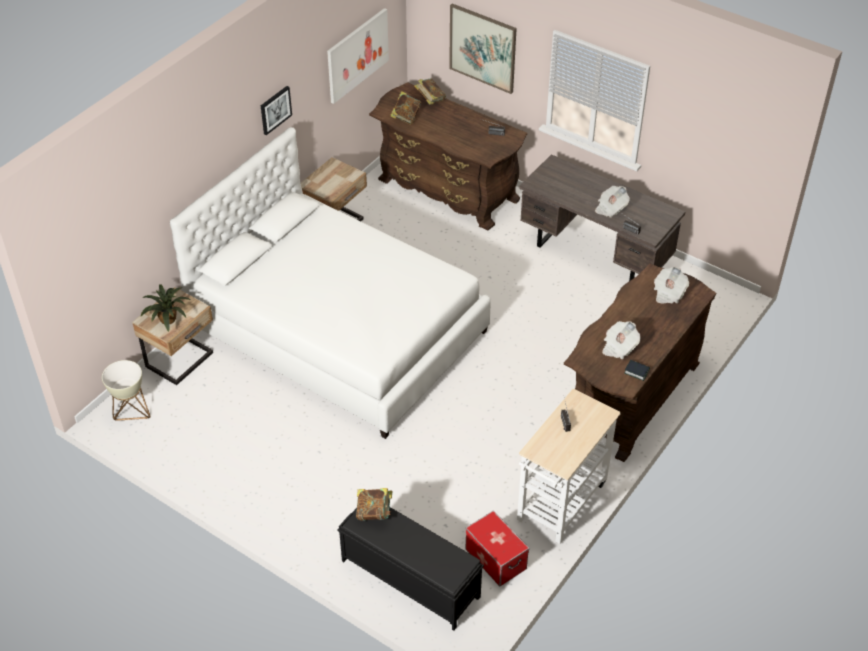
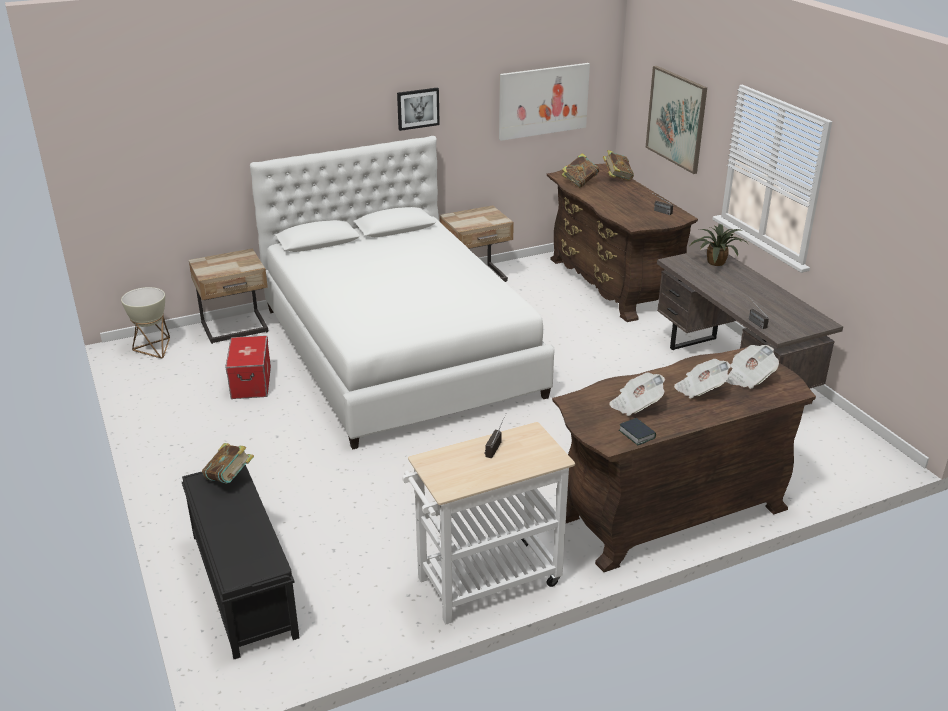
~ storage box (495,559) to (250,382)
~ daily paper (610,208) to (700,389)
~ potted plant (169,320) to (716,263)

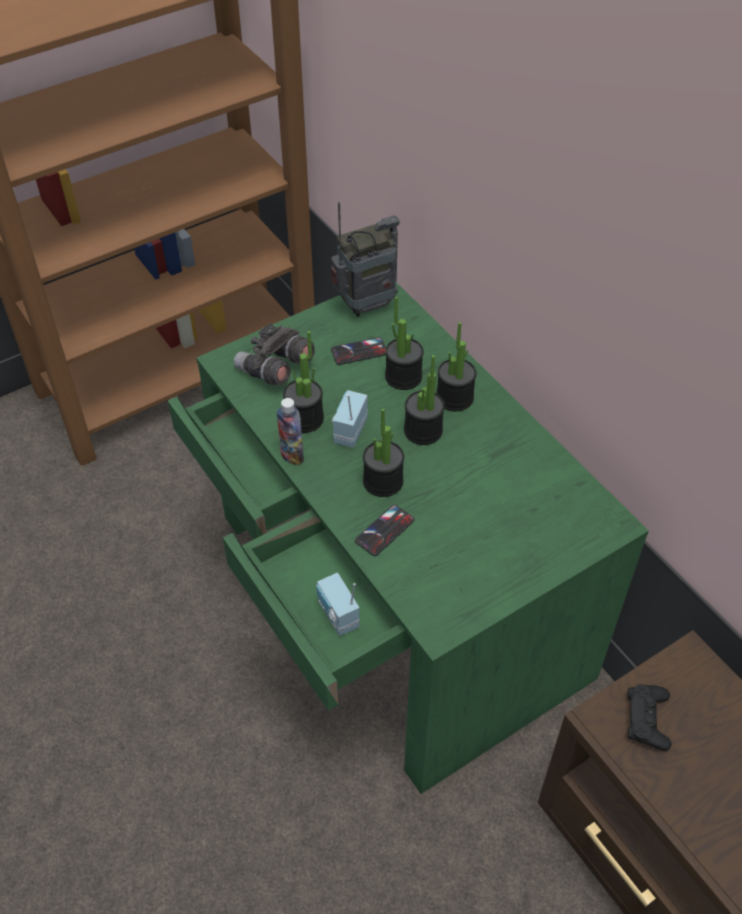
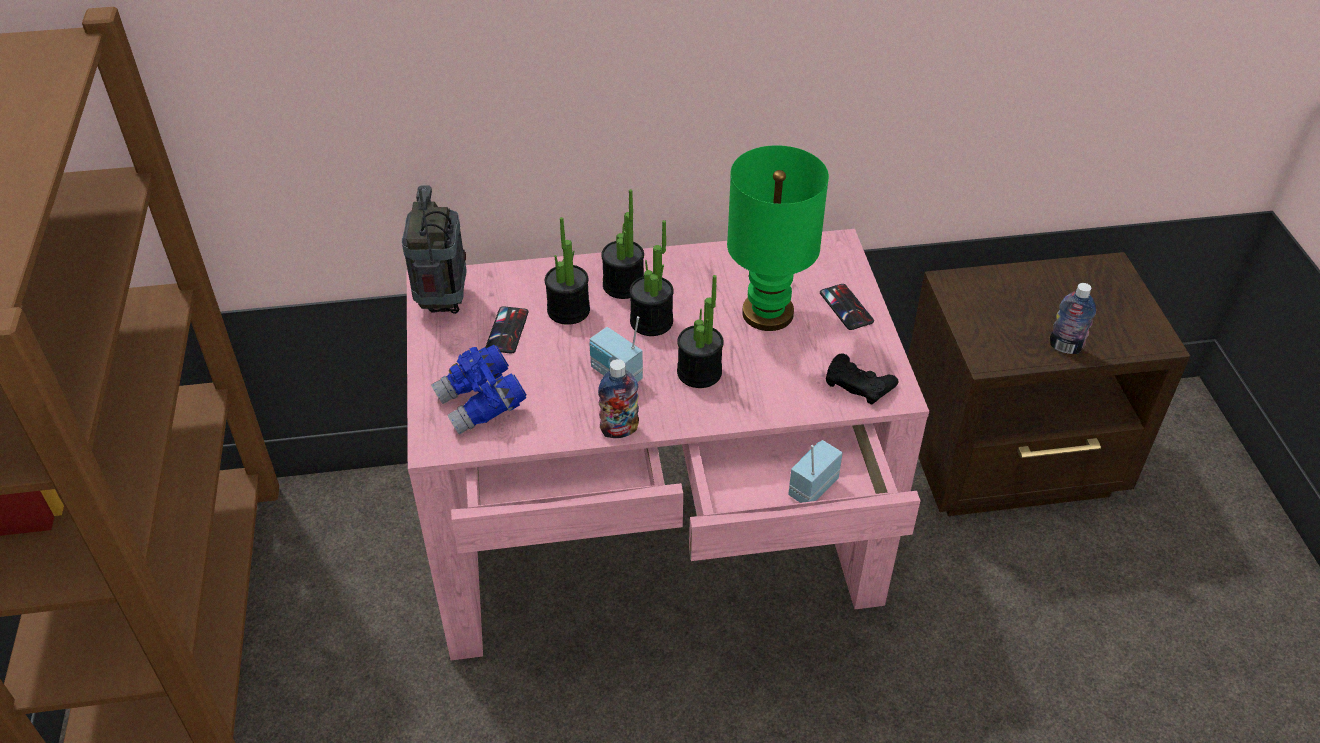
~ green desk (384,607) to pink desk (661,554)
~ grey binoculars (275,369) to blue binoculars (481,405)
+ green lamp for a table (767,312)
~ radio receiver (337,616) = (811,487) 135 degrees clockwise
~ handset (384,530) to (846,307)
~ black-coloured game controller (647,719) to (859,383)
+ beverage bottle (1065,347)
- potted plant (304,419)

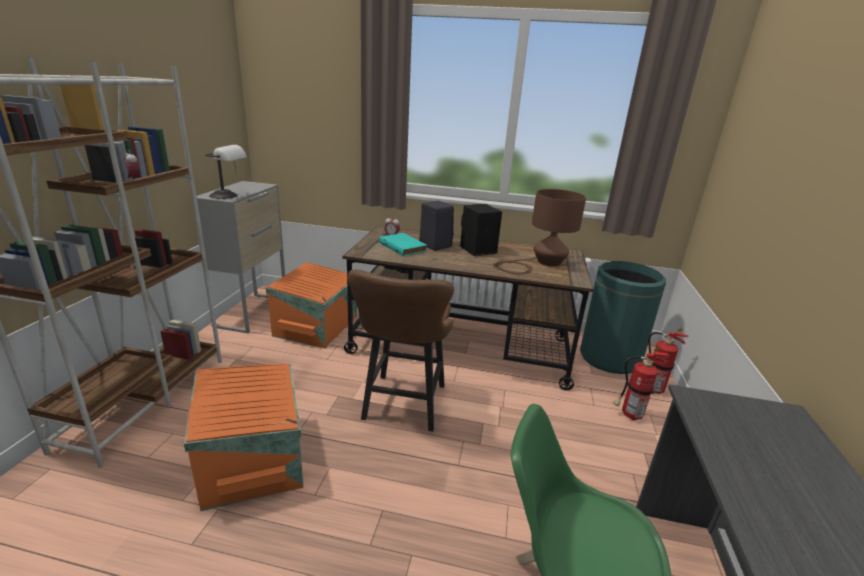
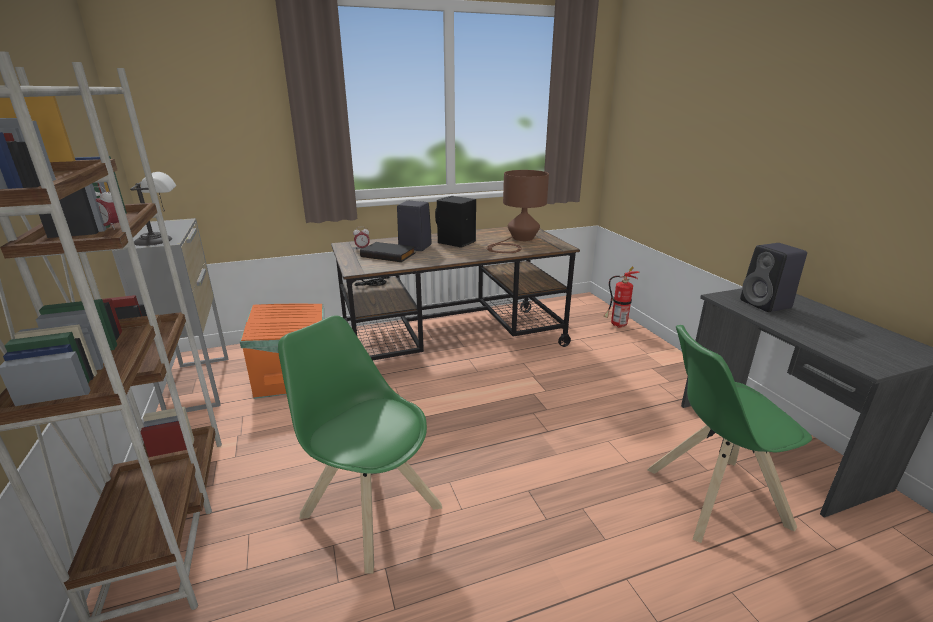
~ orangey storage box (254,456) to green plain chair (368,508)
~ blue-green volume (404,247) to black-coloured volume (389,255)
+ black-coloured loudspeaker (766,304)
- brown-coloured stool seat (402,409)
- green waste bin (609,358)
- fire-fighting cylinder (629,415)

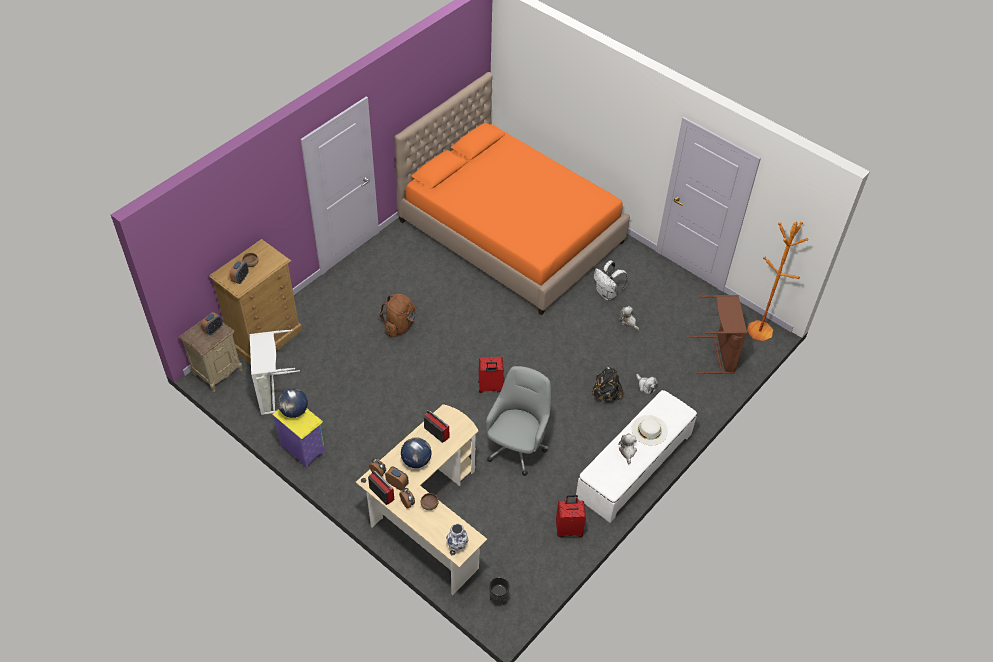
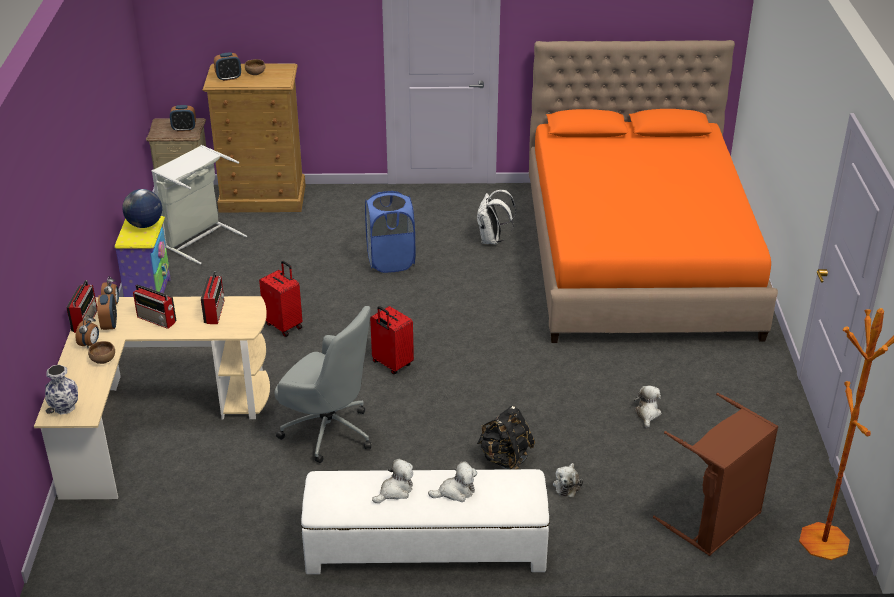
~ globe (416,461) to radio receiver (157,320)
~ red-coloured travel case (569,529) to (284,325)
~ grey computer chair (517,448) = (329,432) 45 degrees clockwise
~ brown-coloured rucksack (399,326) to blue washing basket (391,261)
~ white wearable hat (649,430) to soft toy (455,492)
~ white rucksack (607,294) to (492,240)
- black-coloured flower pot (498,598)

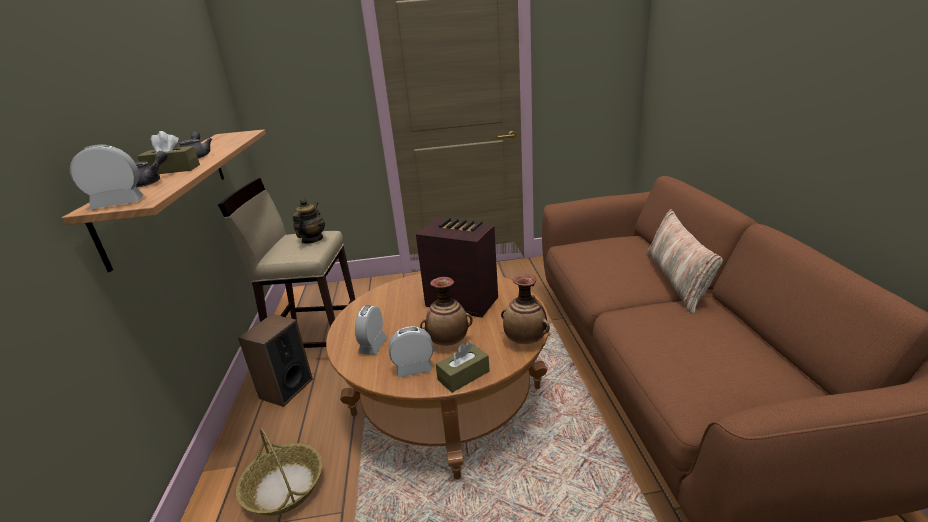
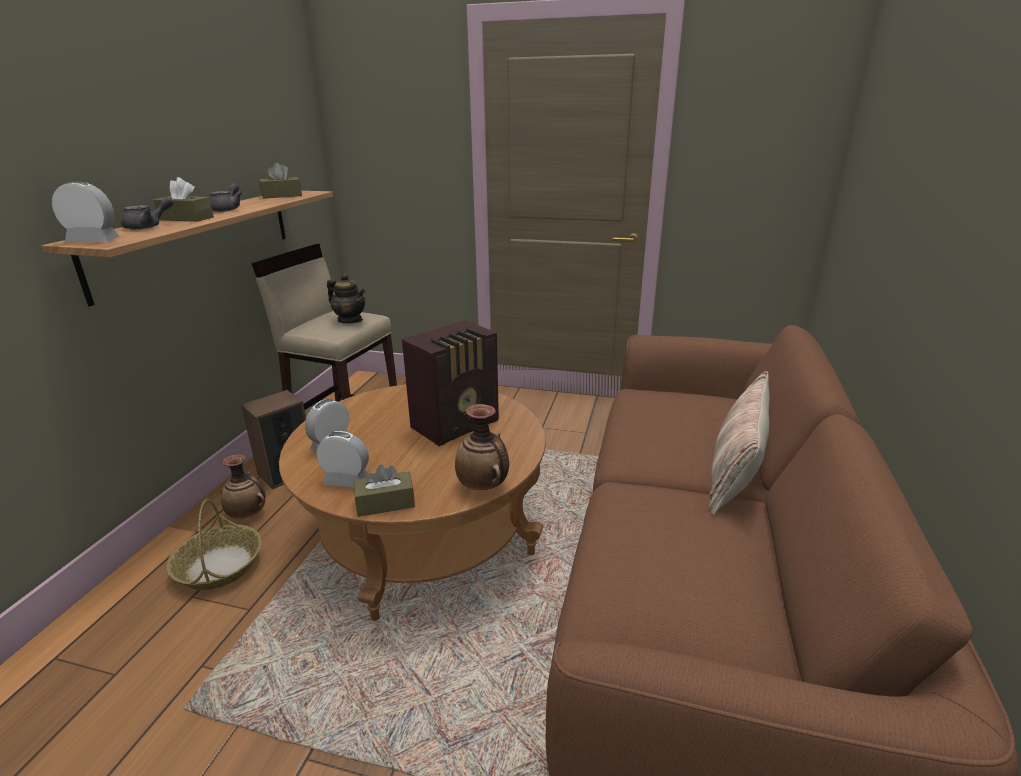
~ decorative vase (448,342) to (248,514)
+ brown-coloured tissue holder (282,196)
~ tea pot (312,240) = (350,320) 90 degrees clockwise
~ radio receiver (461,301) = (457,424) 90 degrees clockwise

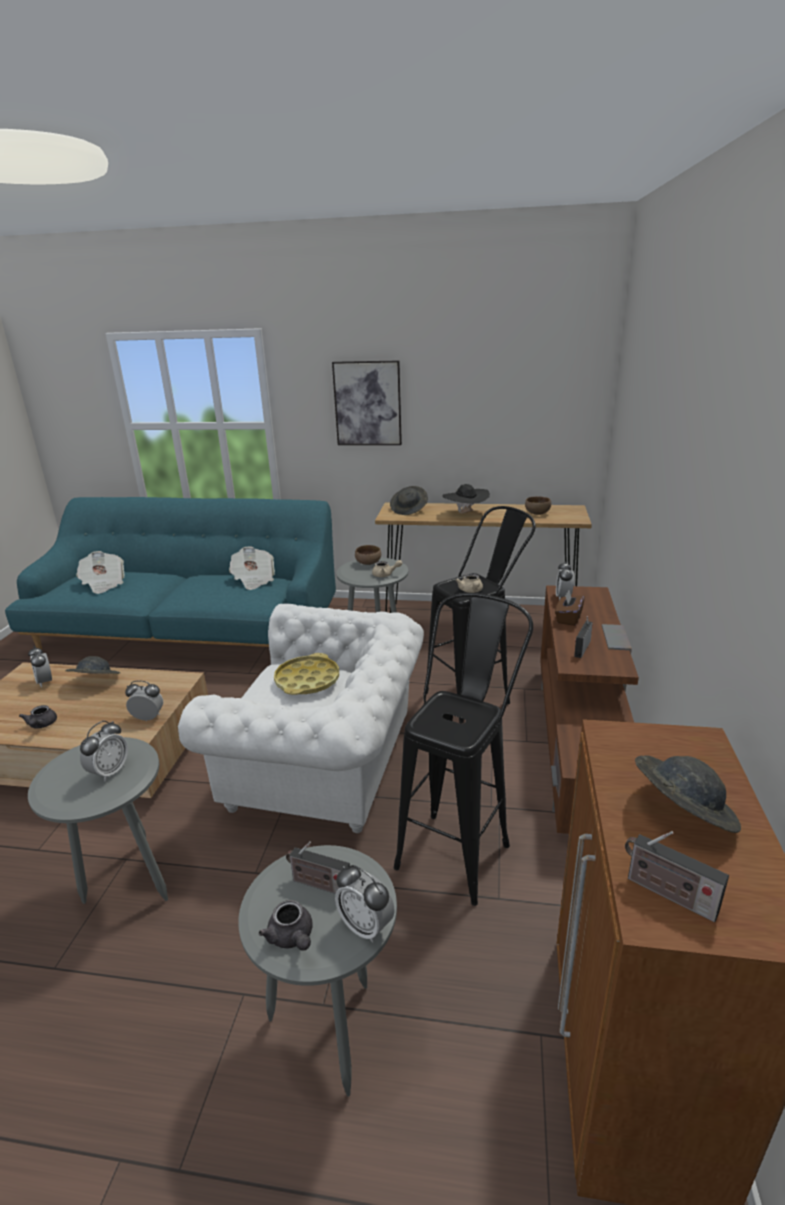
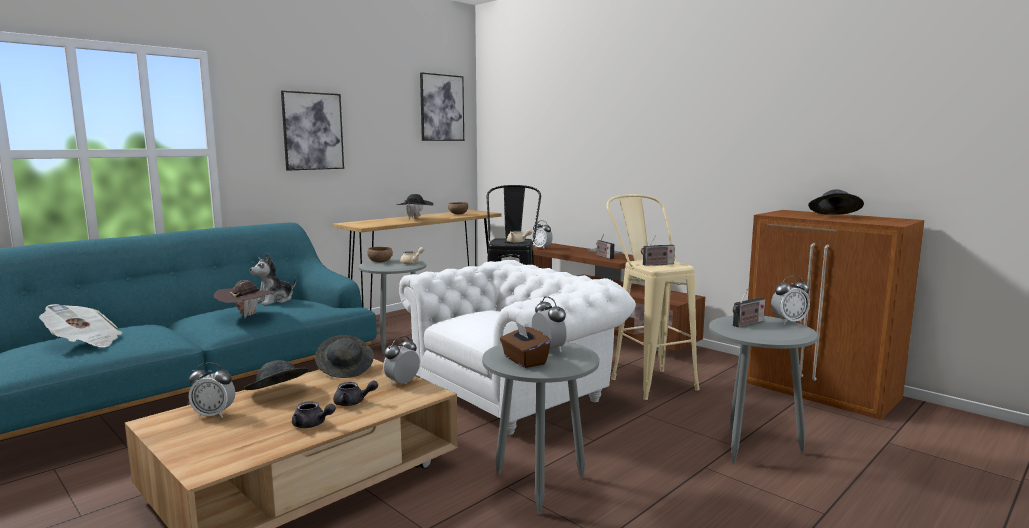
+ brown-coloured wearable hat (246,316)
~ daily paper (253,580) to soft toy (274,300)
~ grey wearable hat (409,510) to (346,369)
~ grey tea pot (292,938) to (353,403)
+ picture (441,108)
~ brown-coloured tissue holder (568,618) to (524,361)
~ black-coloured stool seat (460,844) to beige-coloured stool seat (646,380)
~ radio receiver (666,893) to (657,264)
- yellowish carrying tray (307,680)

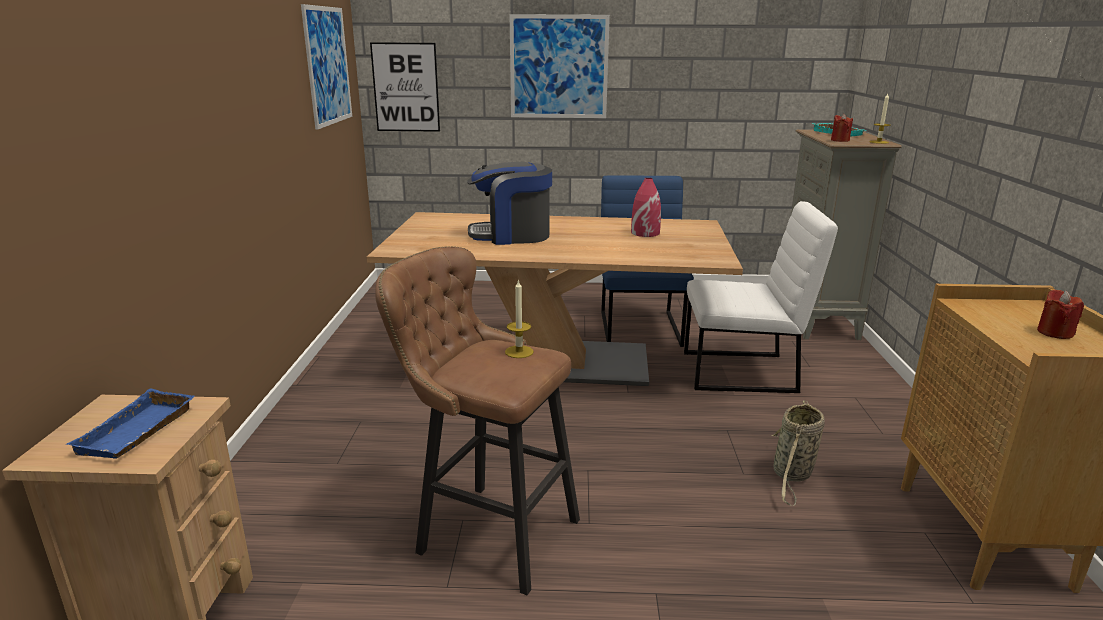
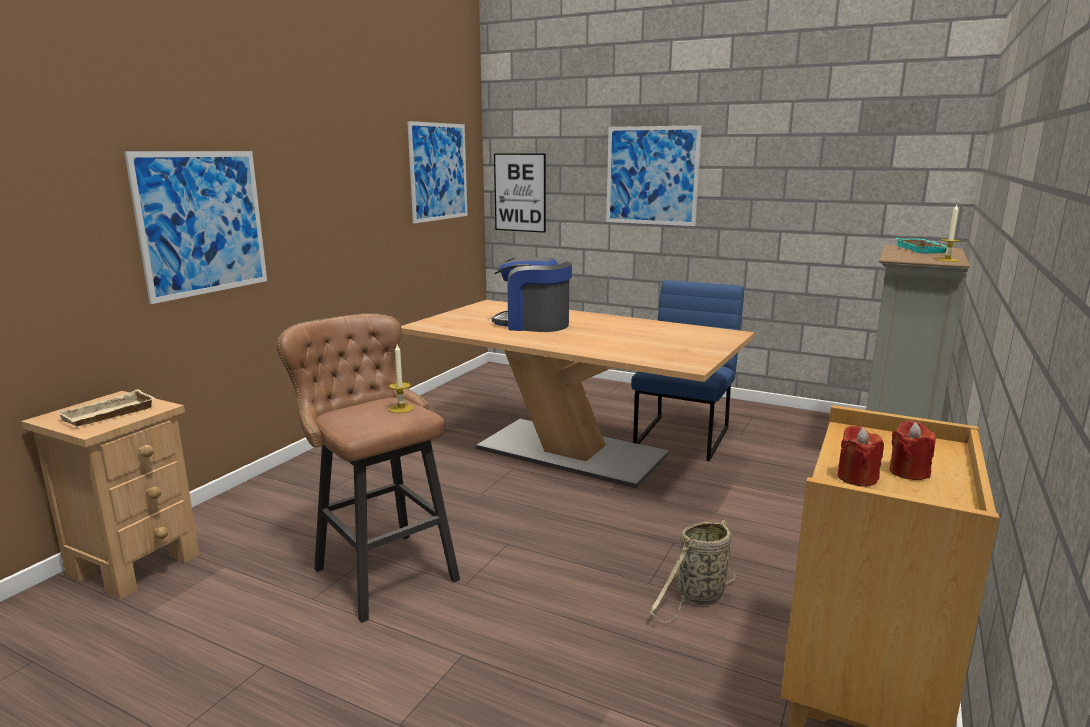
~ blue carrying tray (139,432) to beige-coloured carrying tray (108,415)
+ picture (202,223)
~ red-coloured wax candle (840,140) to (857,478)
- red-coloured decorative vase (645,233)
- white plain chair (743,372)

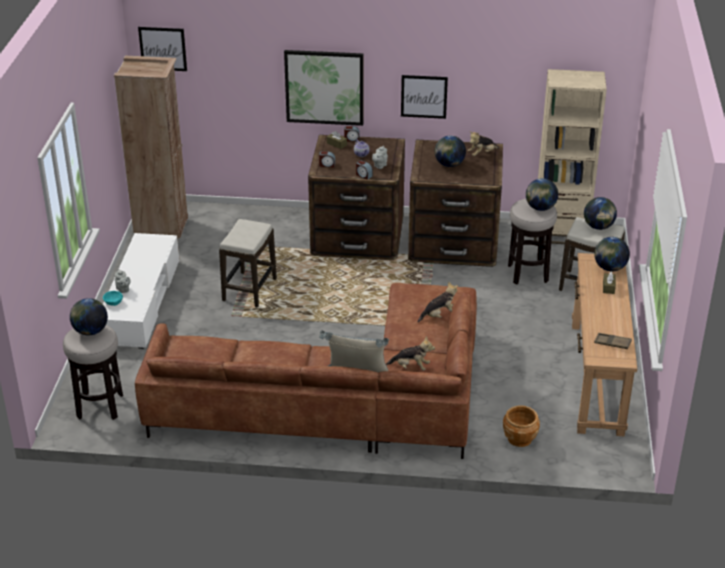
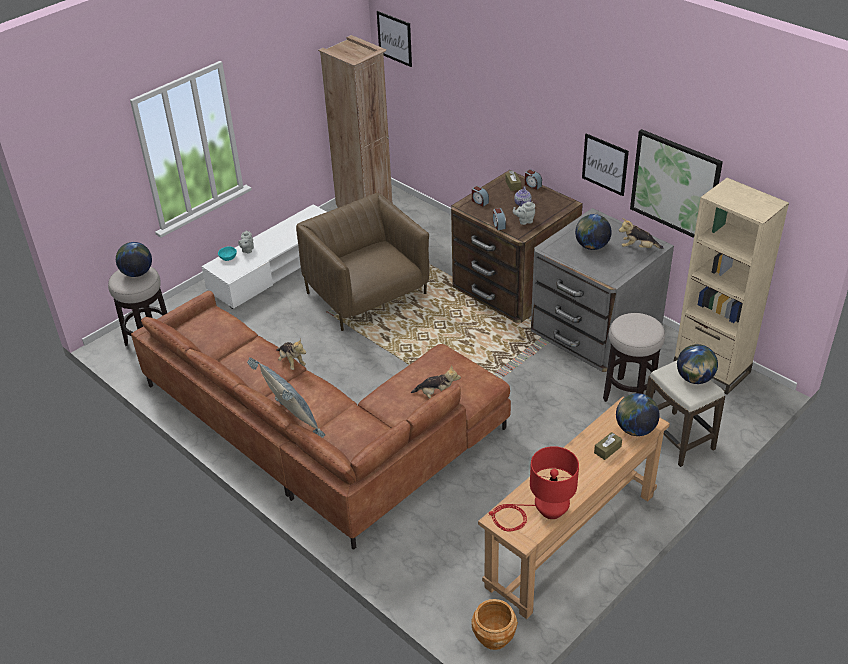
~ soft toy (411,367) to (291,362)
~ stool seat (249,289) to brown-coloured lounge chair (367,294)
~ brown-coloured flower pot (519,439) to (494,637)
~ brown-coloured carrying tray (612,343) to red-coloured lamp for a table (535,513)
~ brown-coloured chest of drawers (454,241) to grey chest of drawers (594,329)
~ picture (324,87) to (675,185)
- globe (540,208)

